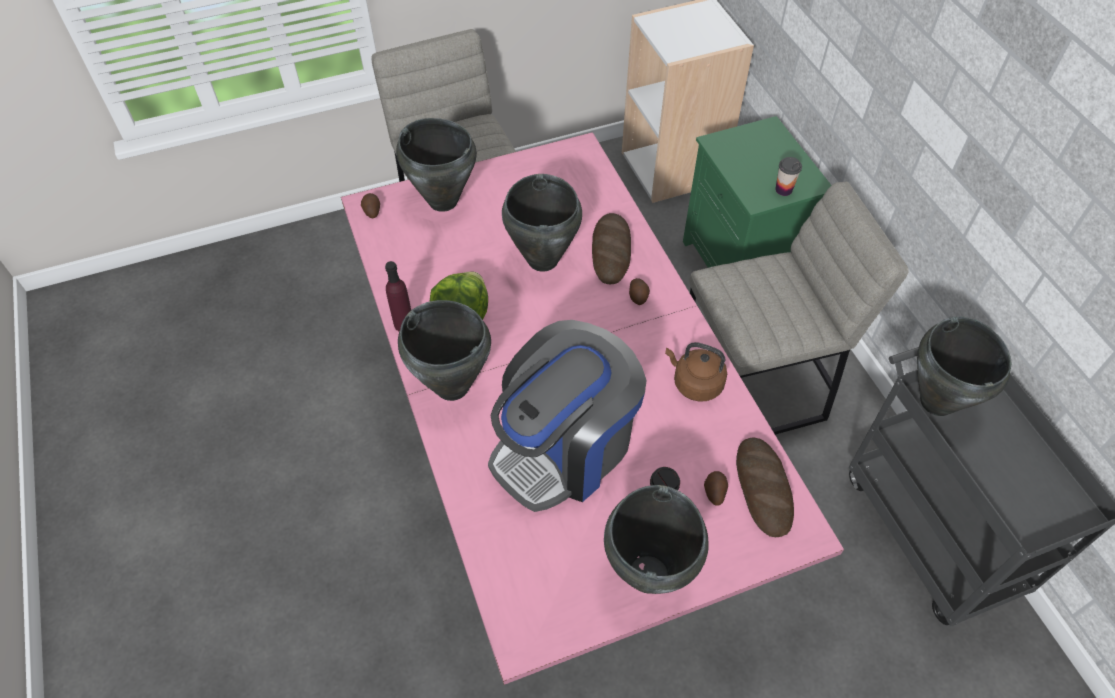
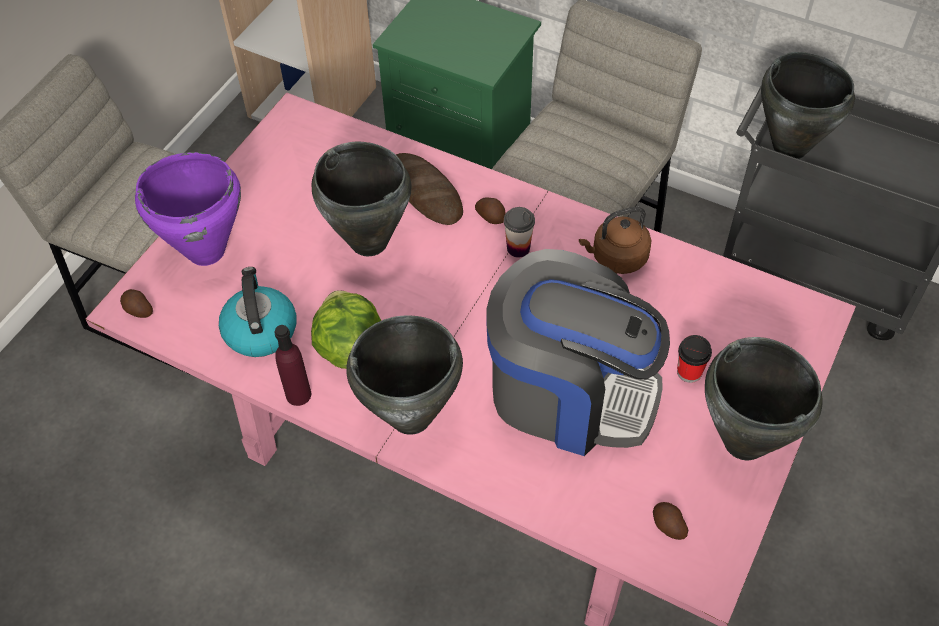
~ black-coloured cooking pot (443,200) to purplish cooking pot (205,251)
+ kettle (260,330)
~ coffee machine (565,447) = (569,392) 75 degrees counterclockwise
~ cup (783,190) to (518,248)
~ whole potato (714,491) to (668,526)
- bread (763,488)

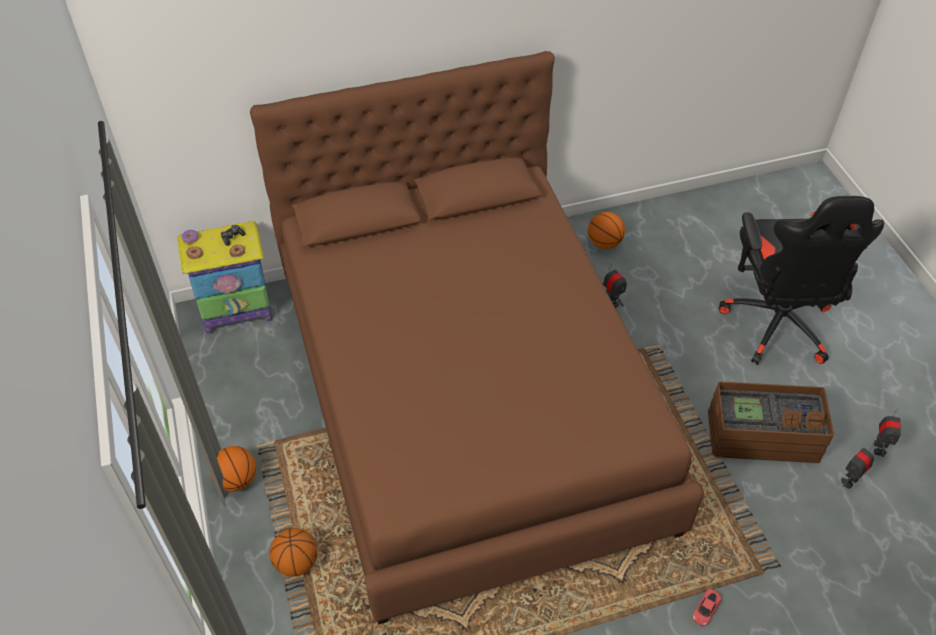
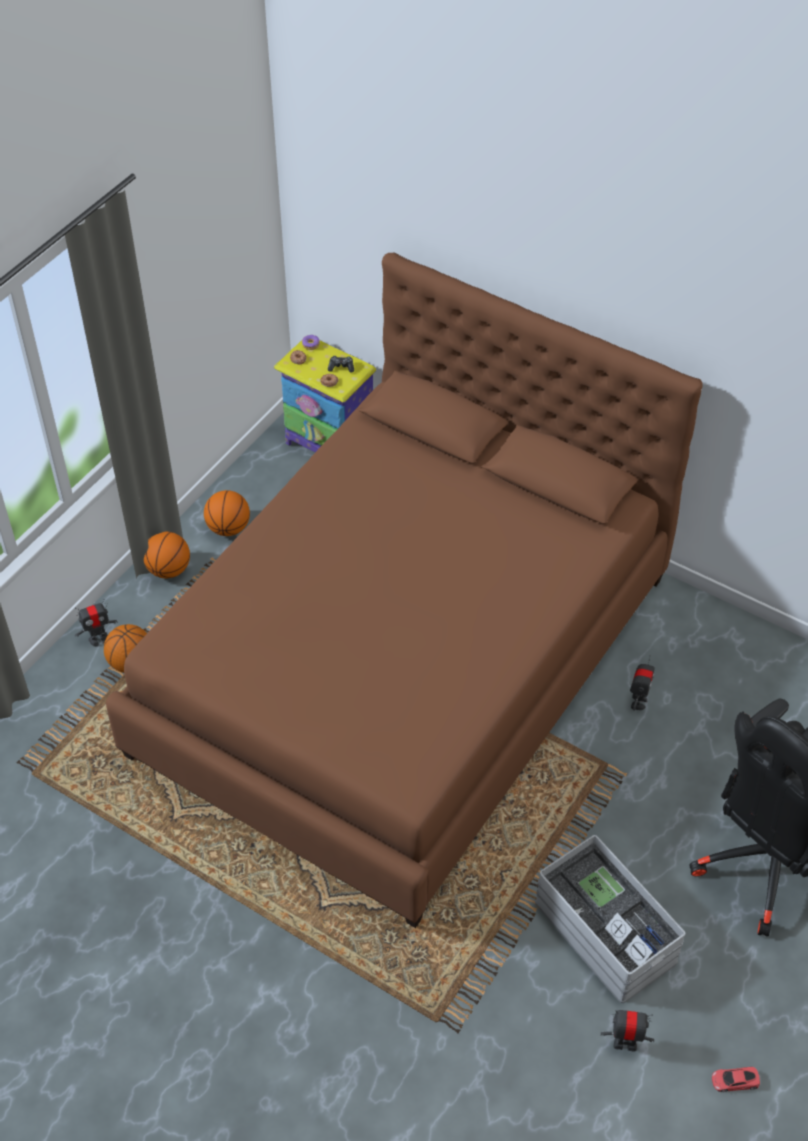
~ toy robot (878,448) to (99,639)
~ ball for basketball (604,243) to (228,528)
~ brown-coloured storage box (763,434) to grey storage box (606,931)
~ red-coloured model car (706,609) to (735,1081)

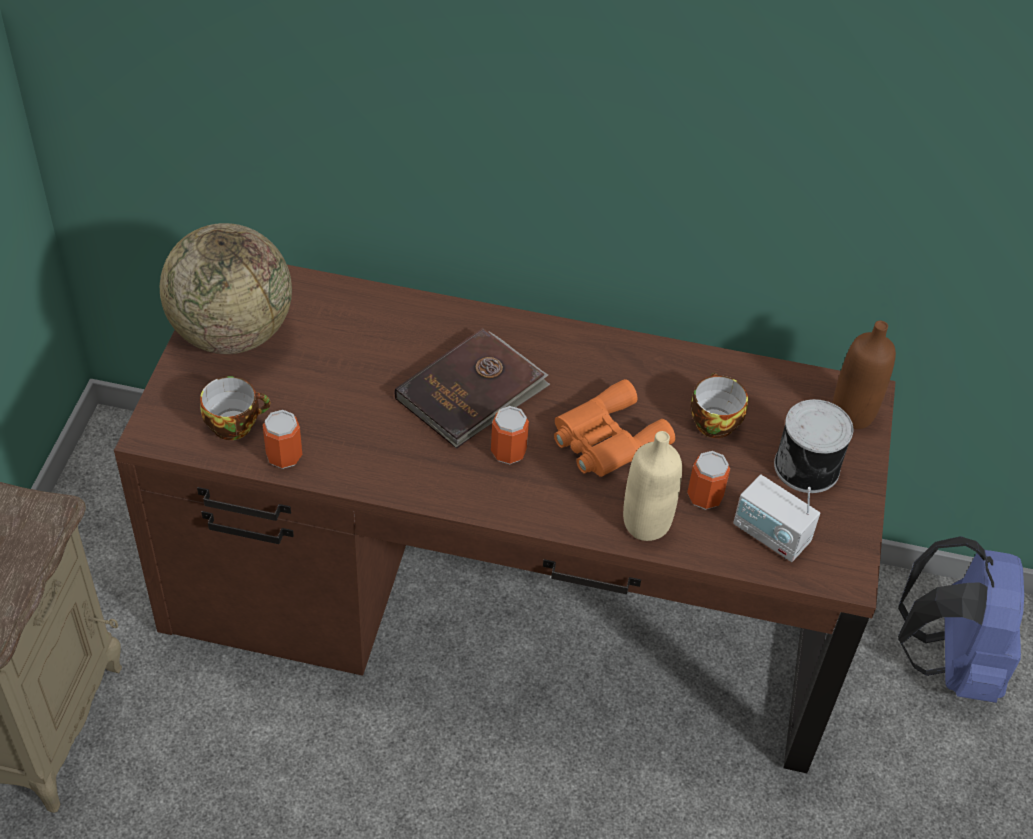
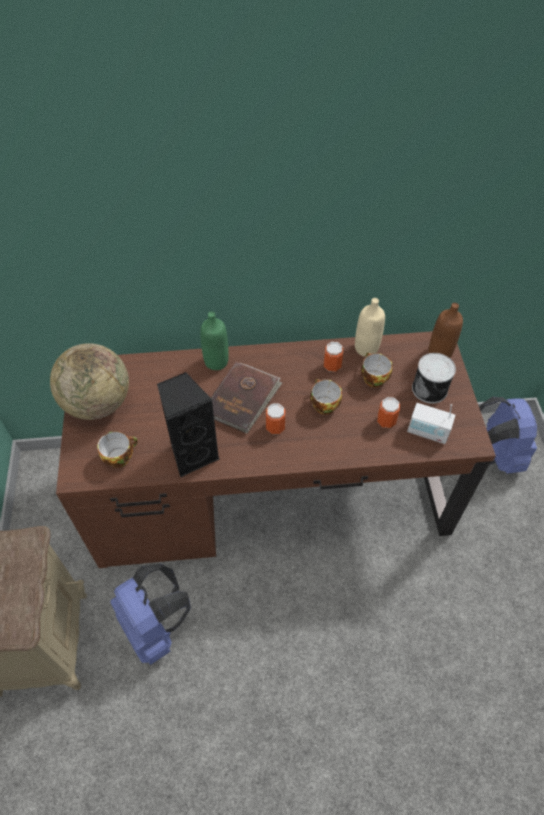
+ blue rucksack (155,627)
+ black-coloured loudspeaker (192,453)
+ green beverage bottle (216,362)
~ orangey binoculars (606,439) to cup (323,404)
~ metal can (284,456) to (332,365)
~ beige-coloured beverage bottle (646,523) to (366,348)

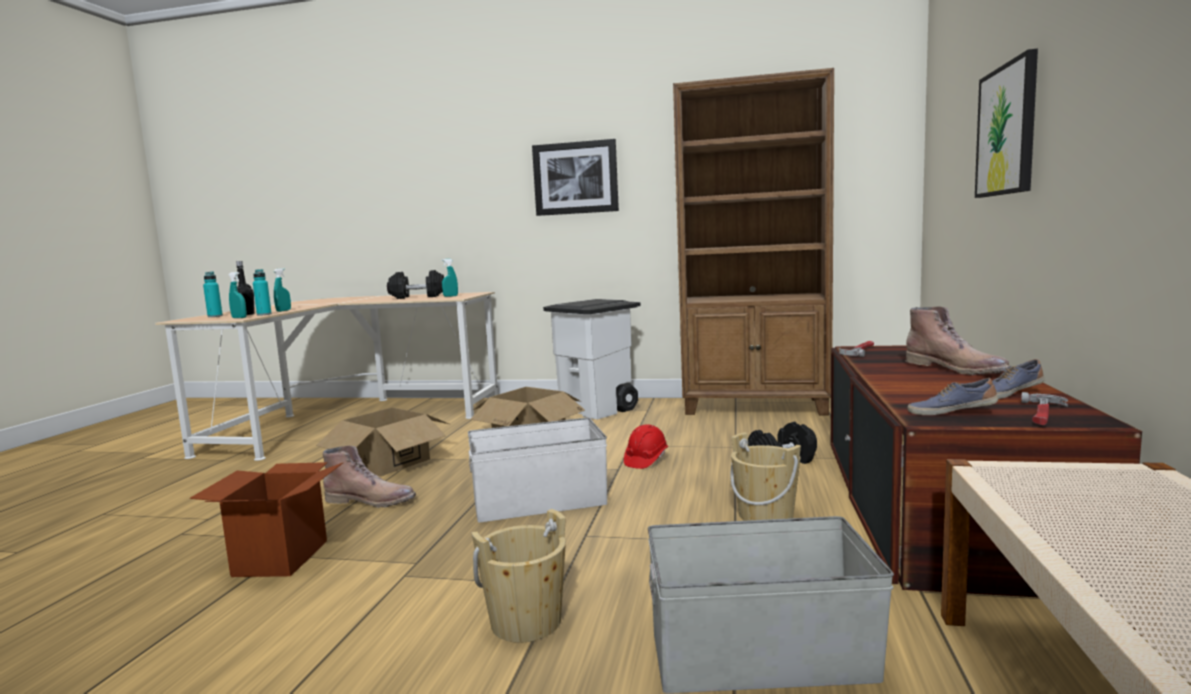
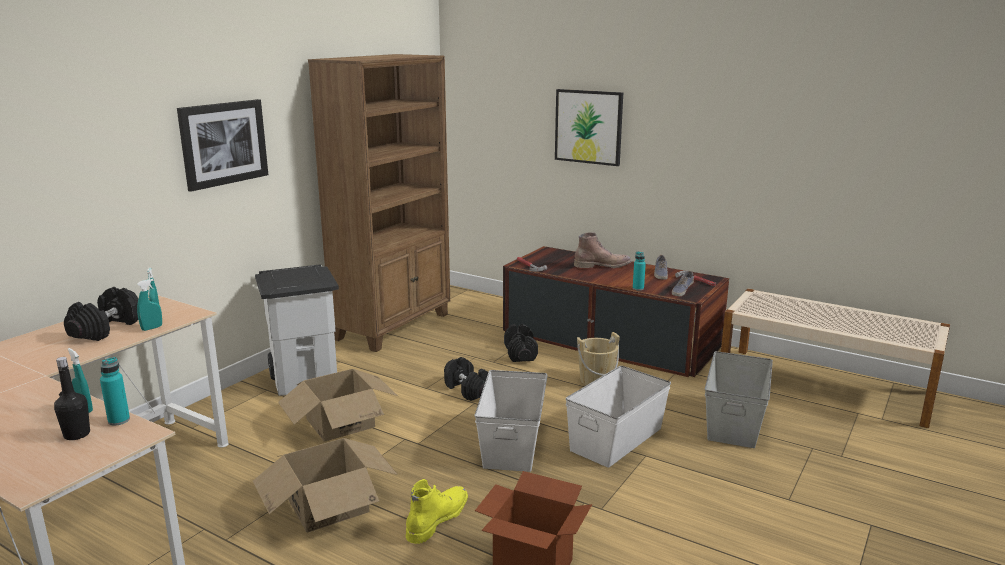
~ blue-green hand sprayer (239,318) to (152,328)
~ brown-coloured boot (371,501) to yellowish boot (437,518)
~ red-coloured work helmet (646,460) to black-coloured free weight (467,390)
+ white storage box (617,439)
~ blue-green beverage bottle (215,316) to (638,288)
- beige-coloured pail (526,622)

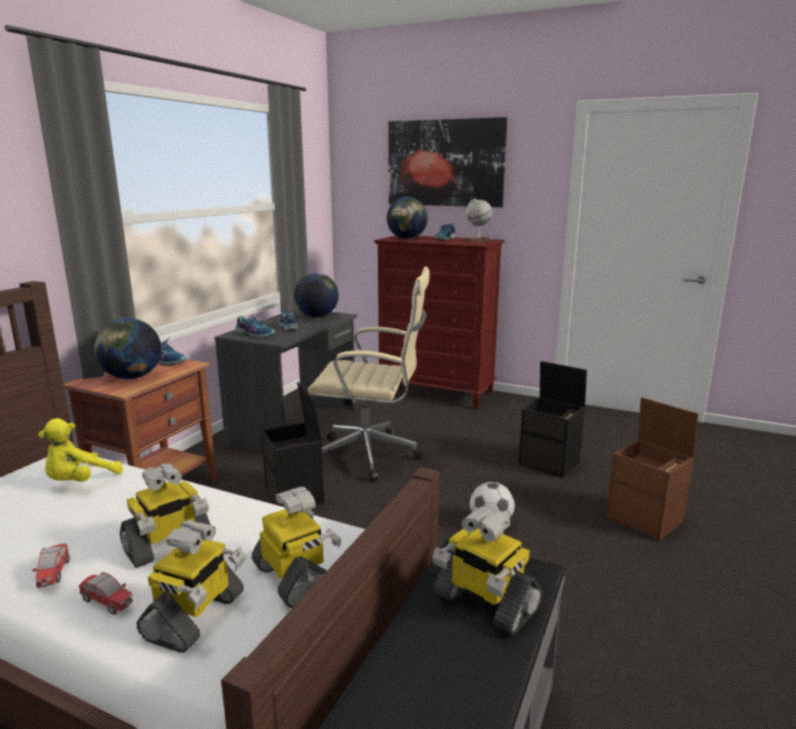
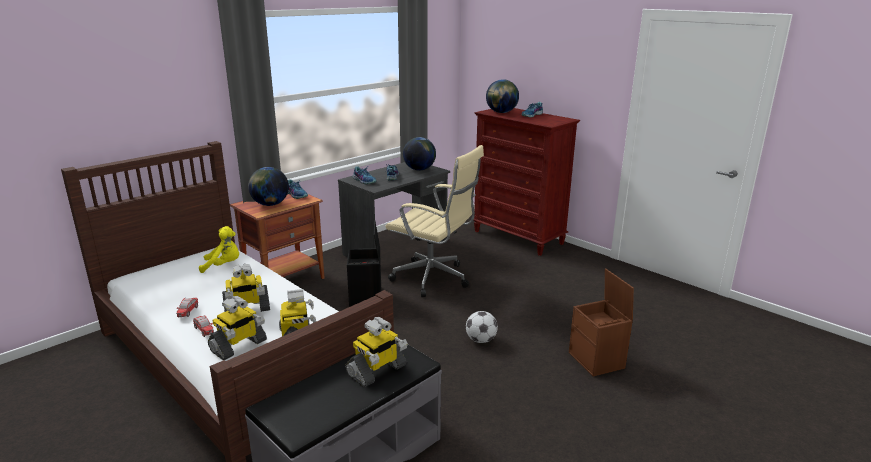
~ yellowish soft toy (80,482) = (223,265) 150 degrees counterclockwise
~ toy robot (484,602) = (377,371) 105 degrees counterclockwise
- picture (445,163)
- globe (478,241)
- black-coloured storage box (550,463)

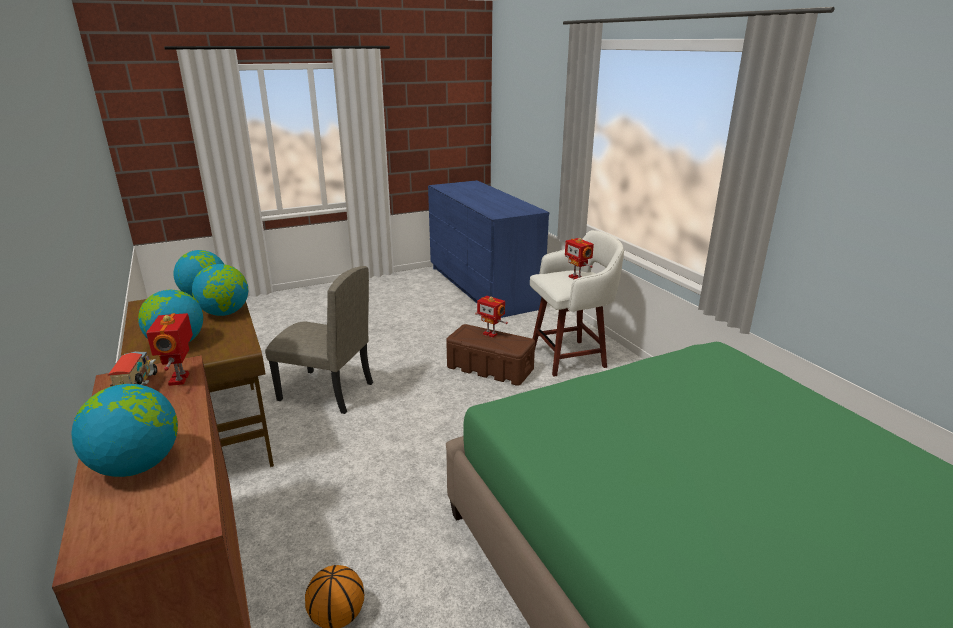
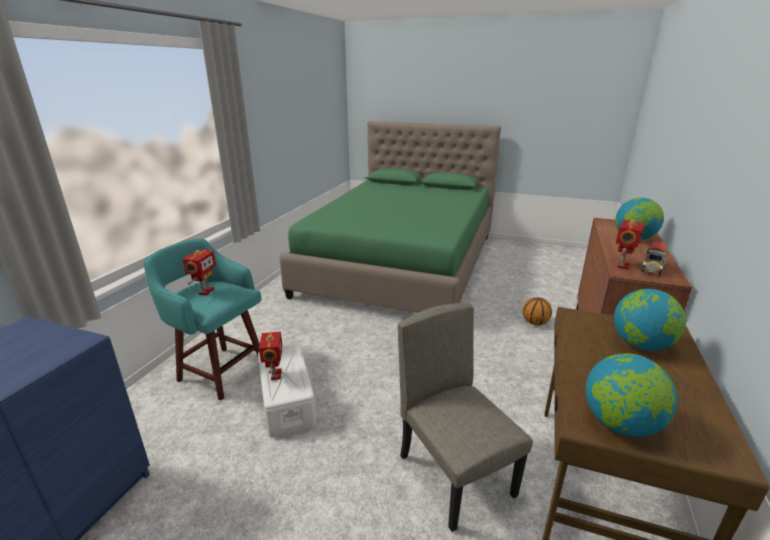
~ white stool seat (570,357) to blue-green stool seat (220,371)
~ brown-coloured storage box (490,368) to white storage box (287,401)
- globe (225,313)

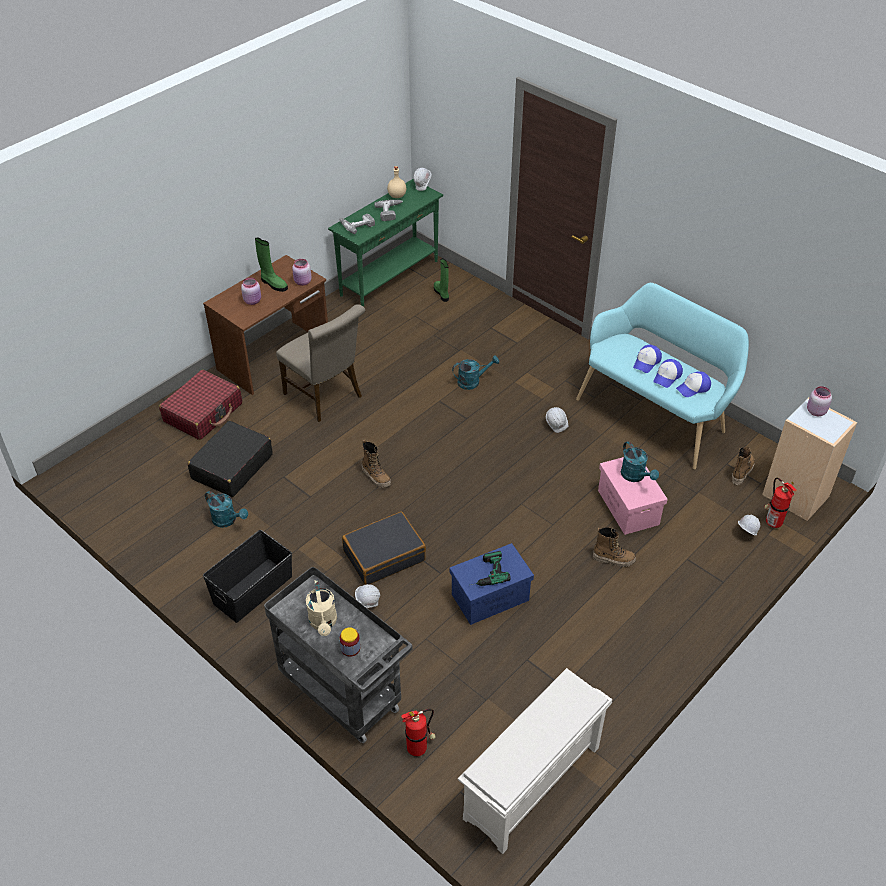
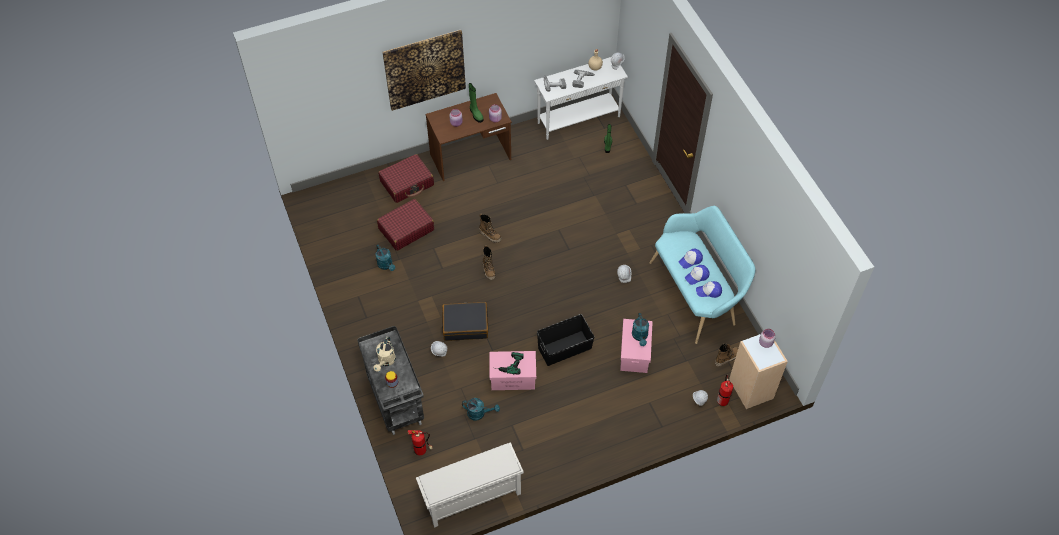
~ black-coloured travel case (232,467) to red-coloured travel case (406,229)
+ picture (425,69)
~ blue-green watering can (472,381) to (479,413)
~ boot (613,559) to (490,235)
~ blue storage box (489,598) to pink storage box (512,378)
~ green console table (389,277) to white console table (579,119)
~ black-coloured storage box (252,589) to (564,348)
- beige-coloured plain chair (326,397)

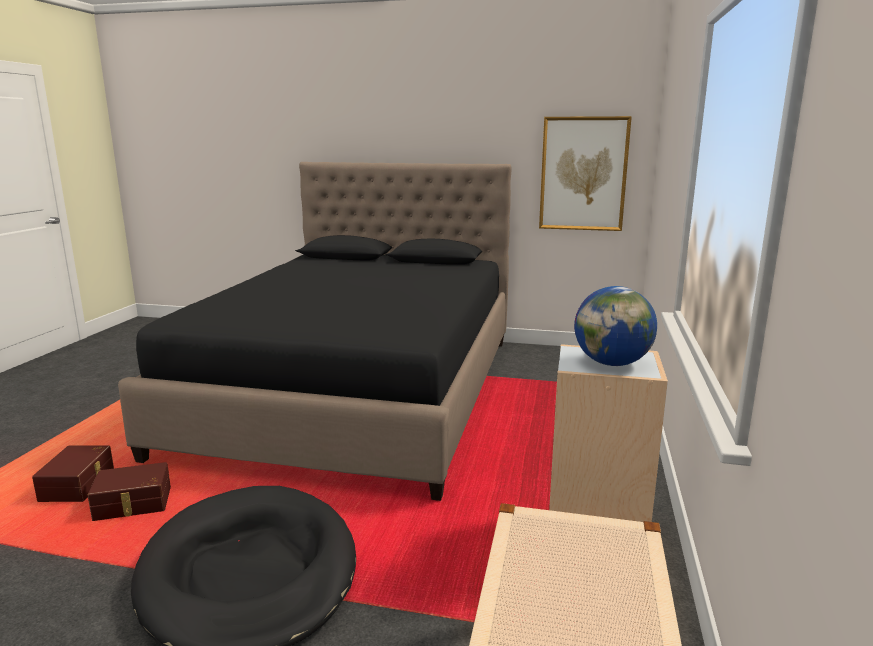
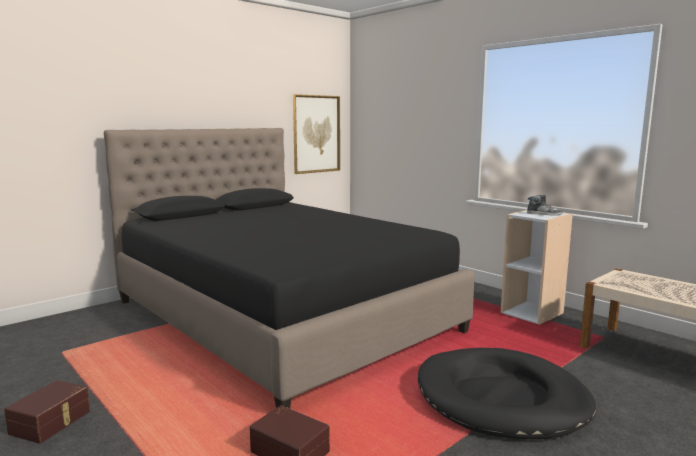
~ brown-coloured storage box (133,505) to (52,422)
~ globe (612,363) to shoe (544,214)

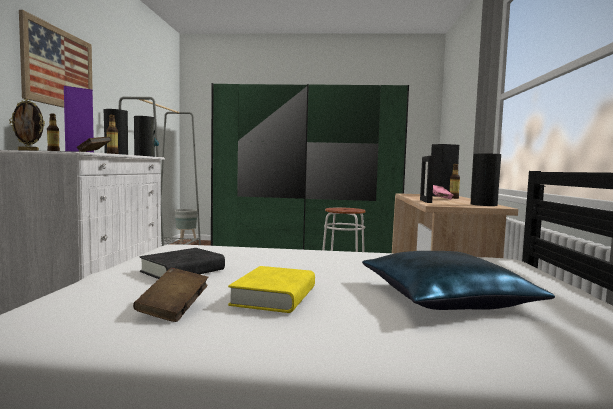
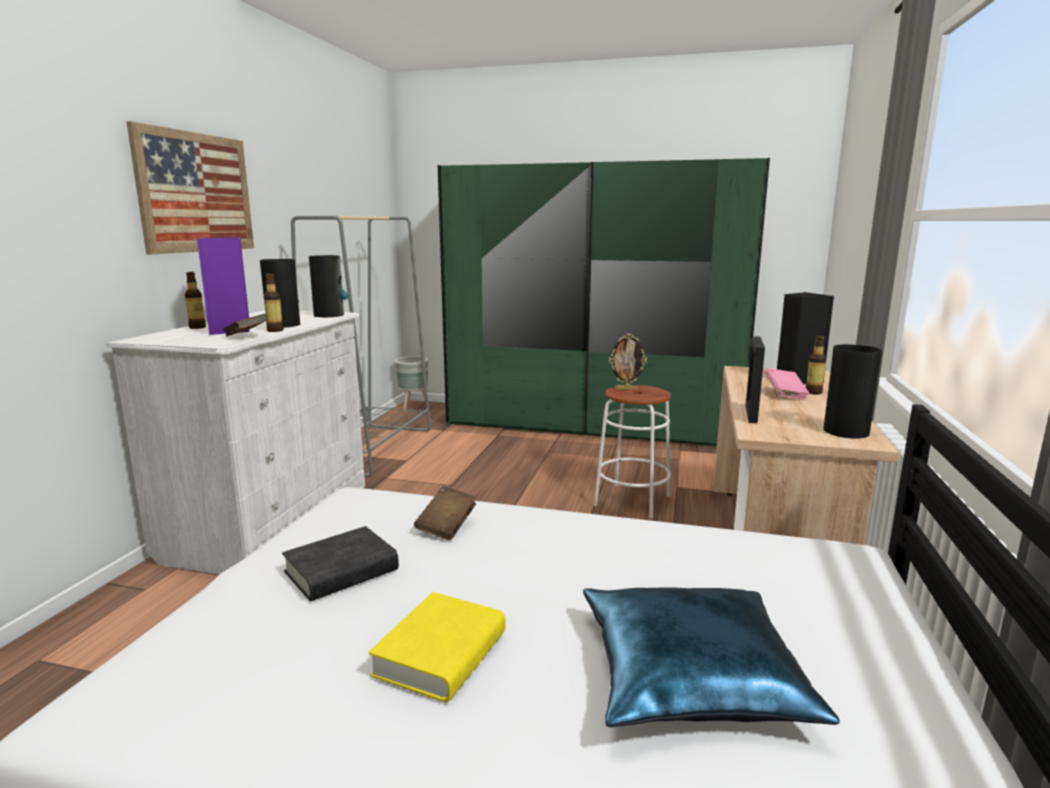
~ brown-coloured volume (173,310) to (447,526)
~ standing frame (28,150) to (626,389)

